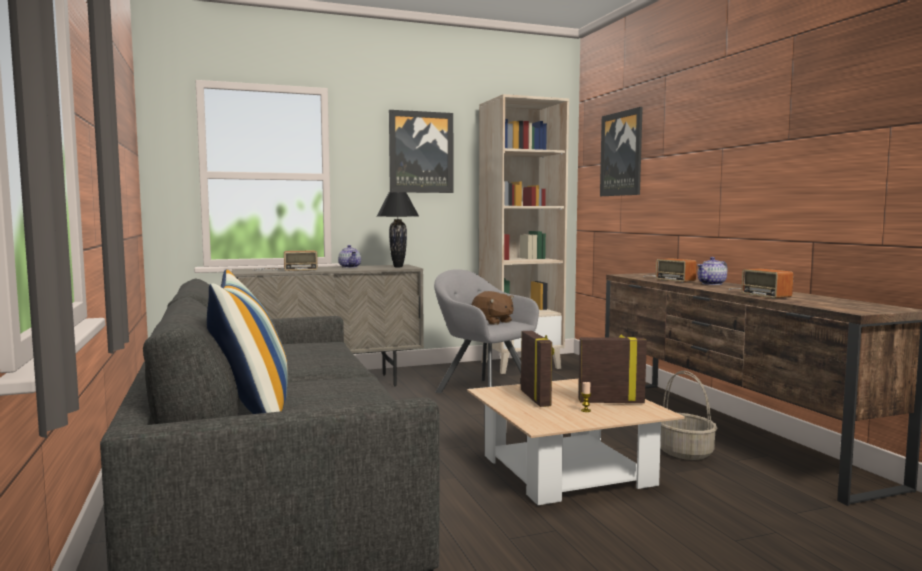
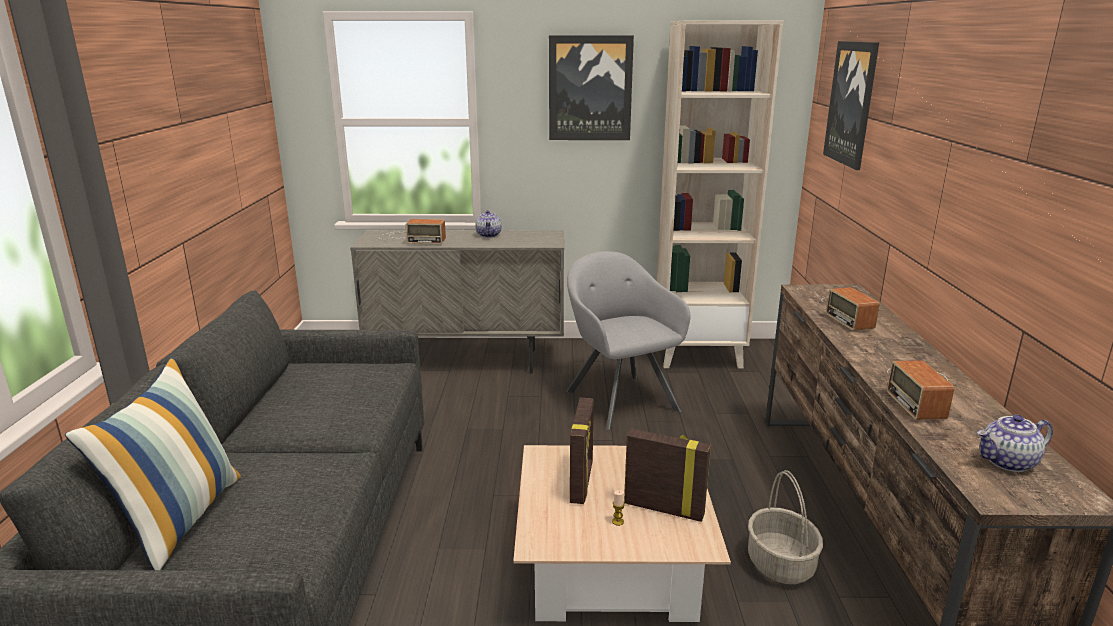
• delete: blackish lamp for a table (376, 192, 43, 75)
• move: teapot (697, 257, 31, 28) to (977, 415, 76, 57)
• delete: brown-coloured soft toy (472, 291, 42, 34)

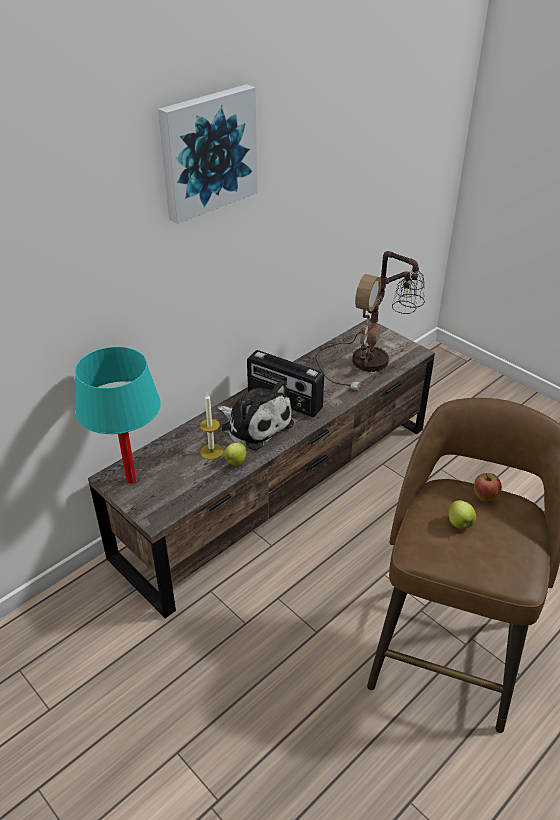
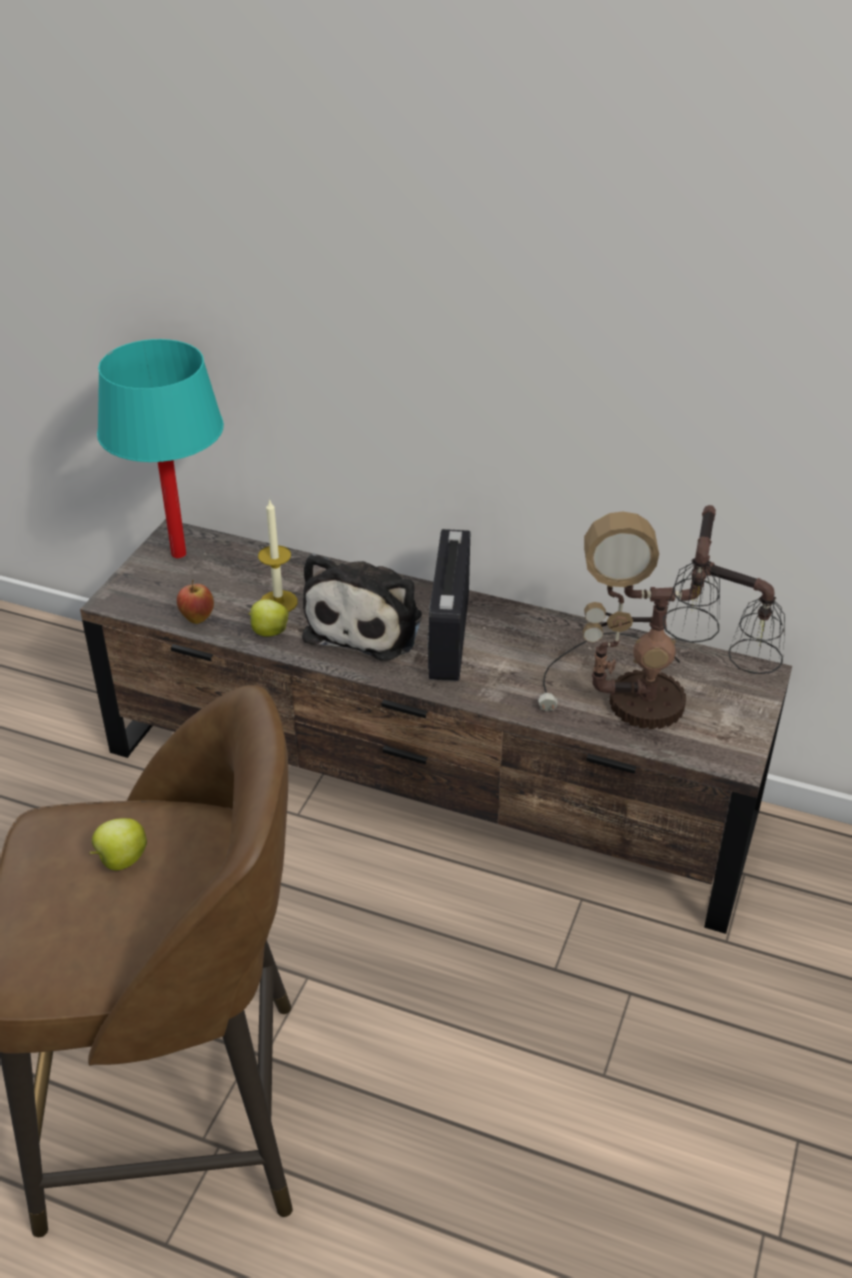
• delete: wall art (158, 84, 100, 140)
• move: whole apple (474, 473, 28, 28) to (177, 580, 37, 44)

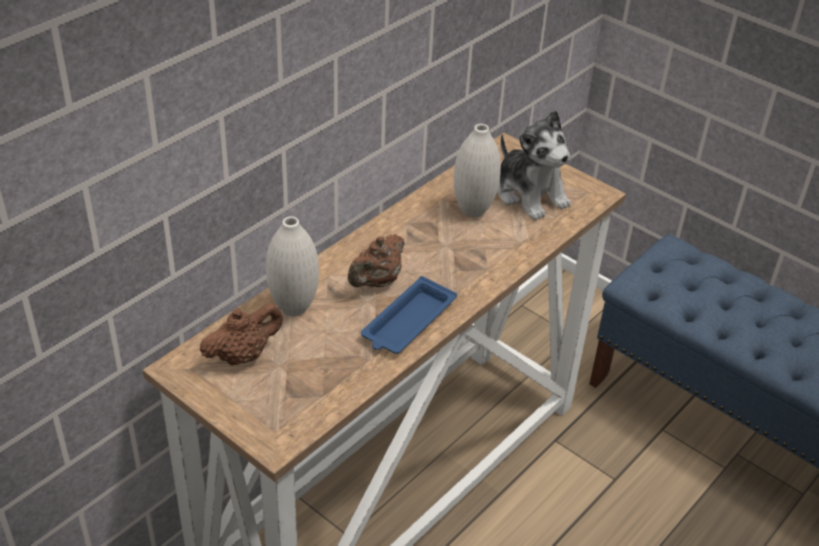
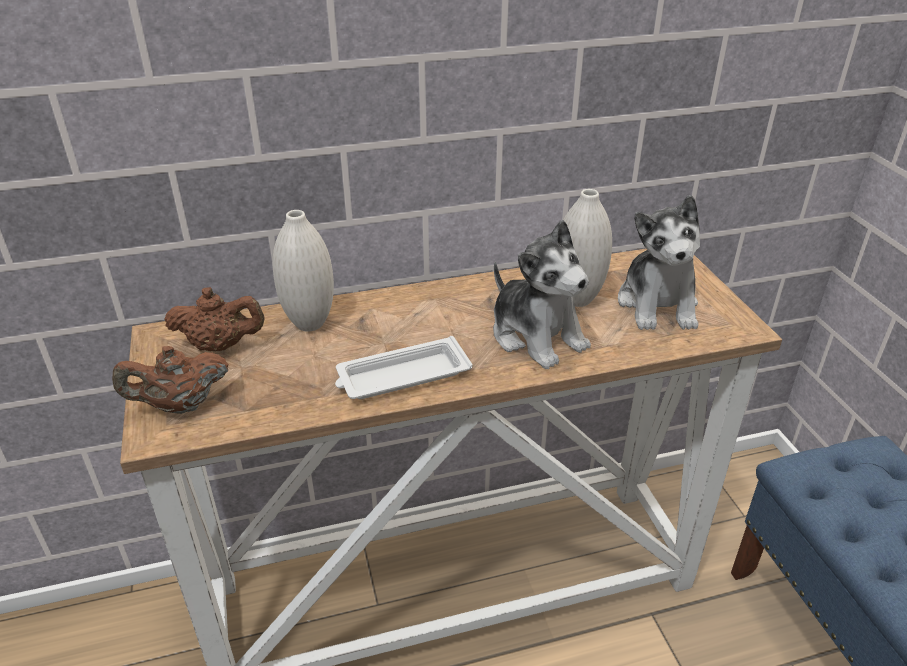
• move: brown-coloured teapot (348, 234, 57, 53) to (112, 346, 116, 68)
• recolor: blue tray (361, 276, 96, 78) to white-coloured tray (335, 336, 138, 63)
• insert: soft toy (493, 220, 98, 149)

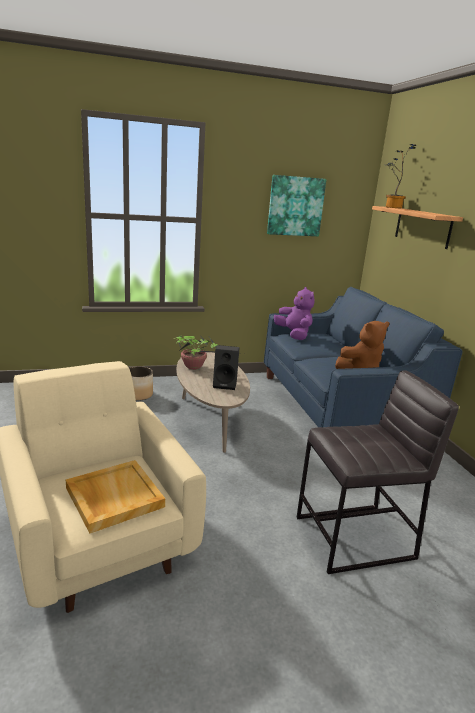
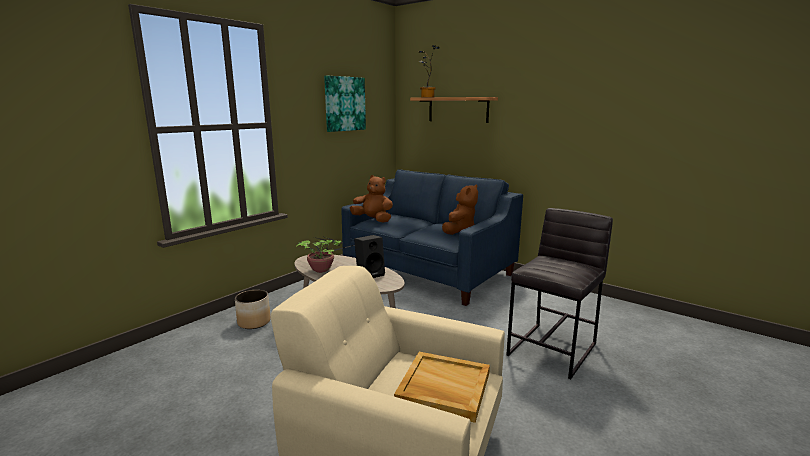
• recolor: purple-coloured soft toy (274, 287, 40, 53) to brown-coloured soft toy (350, 175, 43, 48)

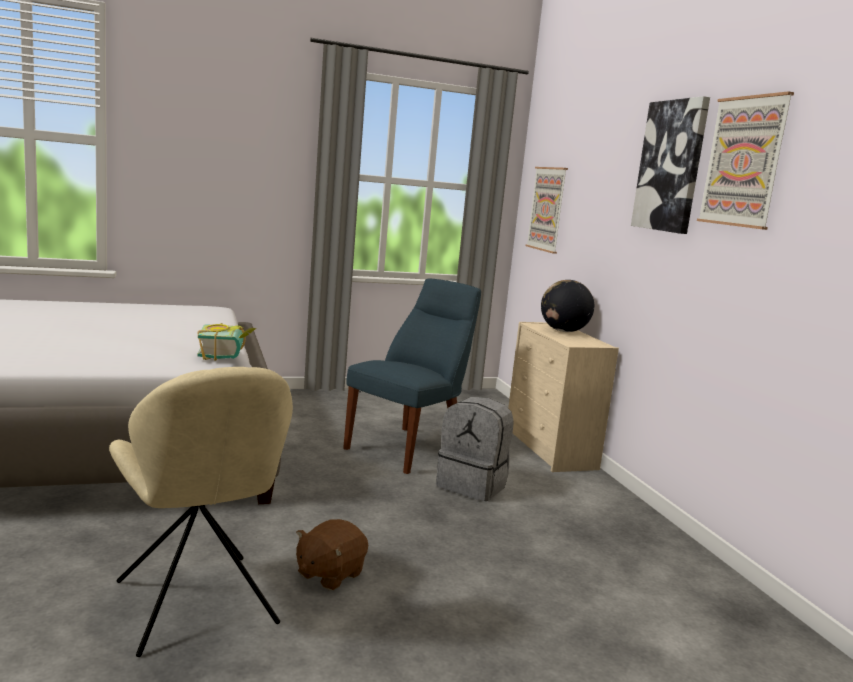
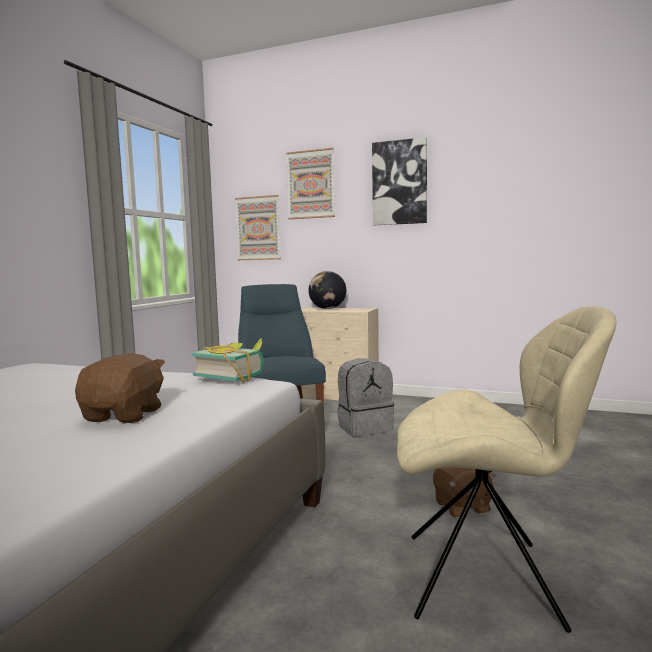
• move: wall art (697, 91, 97, 139) to (286, 148, 49, 71)
• insert: brown-coloured soft toy (75, 353, 90, 70)

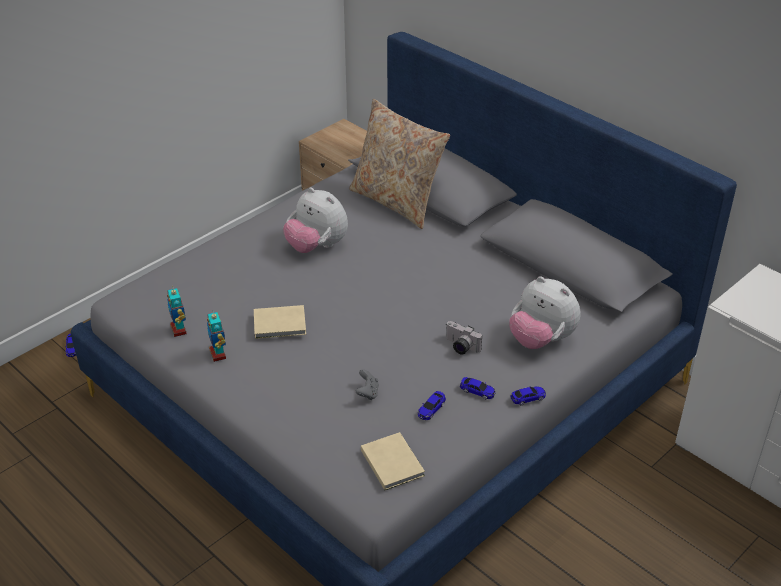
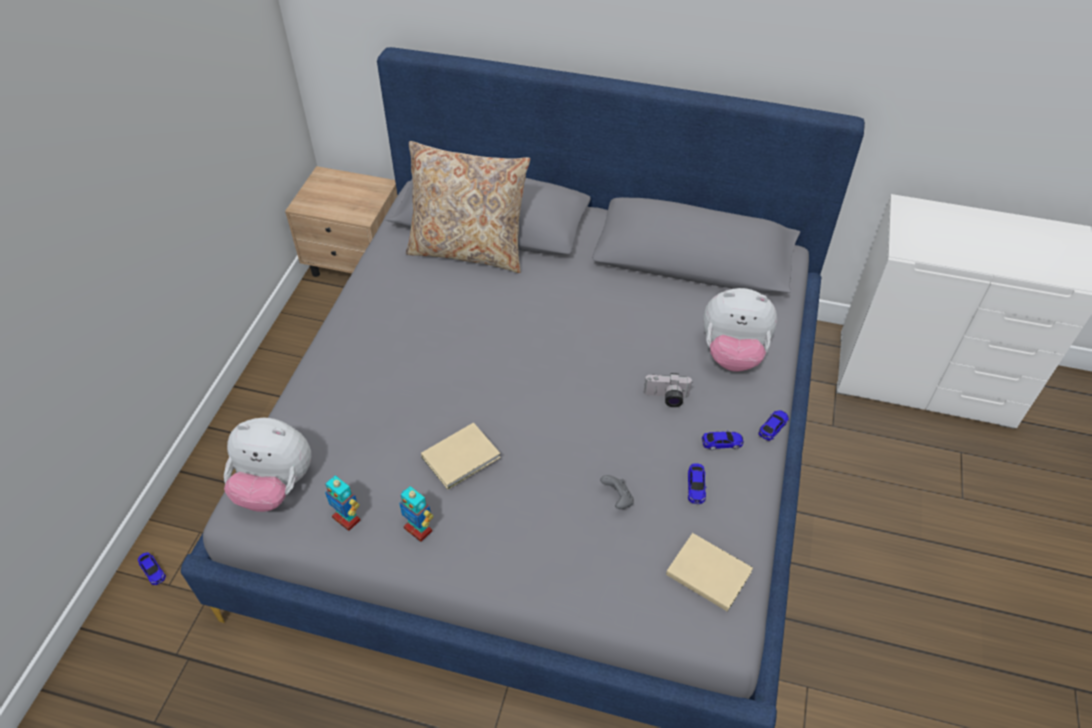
• move: soft toy (283, 187, 65, 66) to (224, 418, 87, 94)

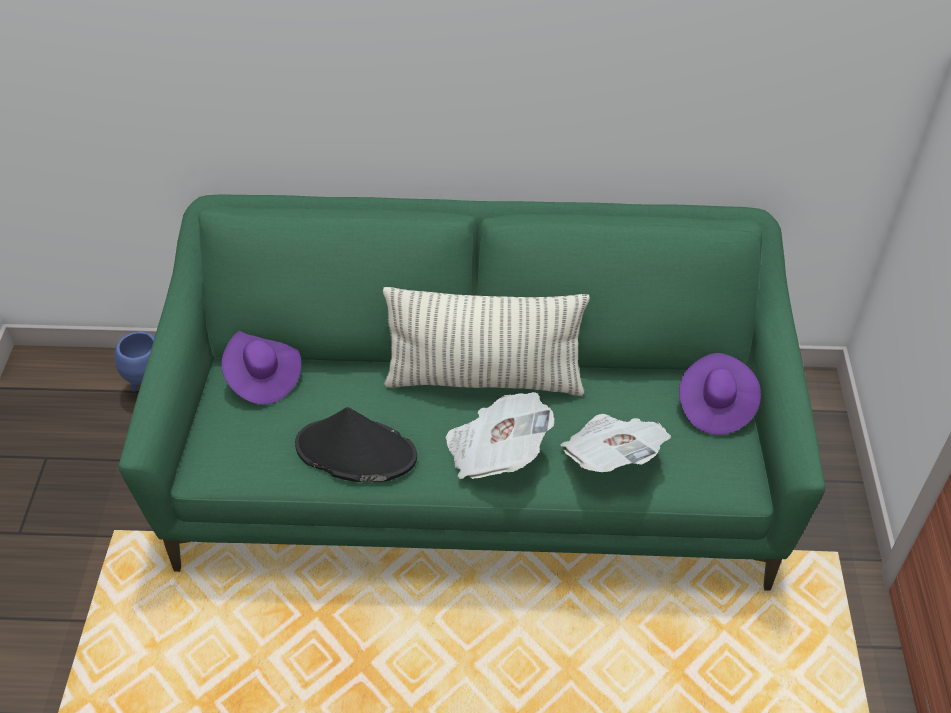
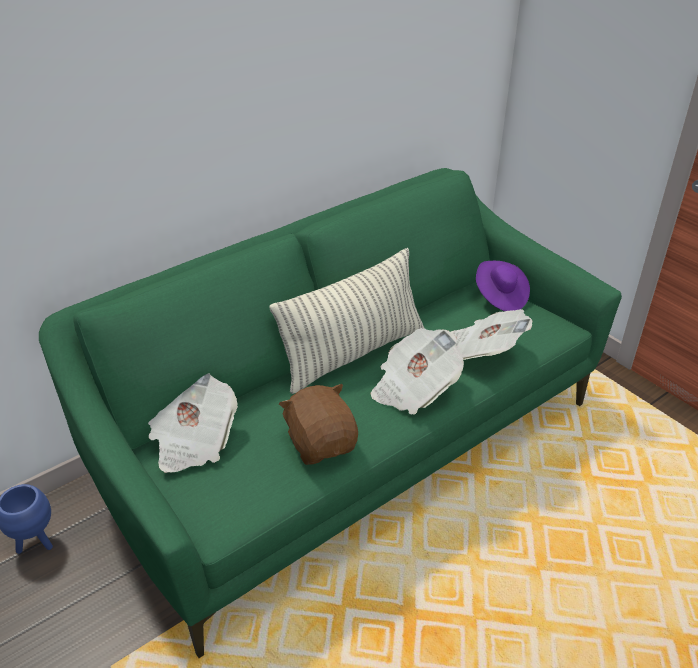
• replace: purple-coloured clothing hat (221, 331, 80, 74) to daily paper (148, 373, 90, 100)
• replace: blackish clothing hat (295, 407, 122, 75) to brown-coloured soft toy (279, 384, 79, 81)

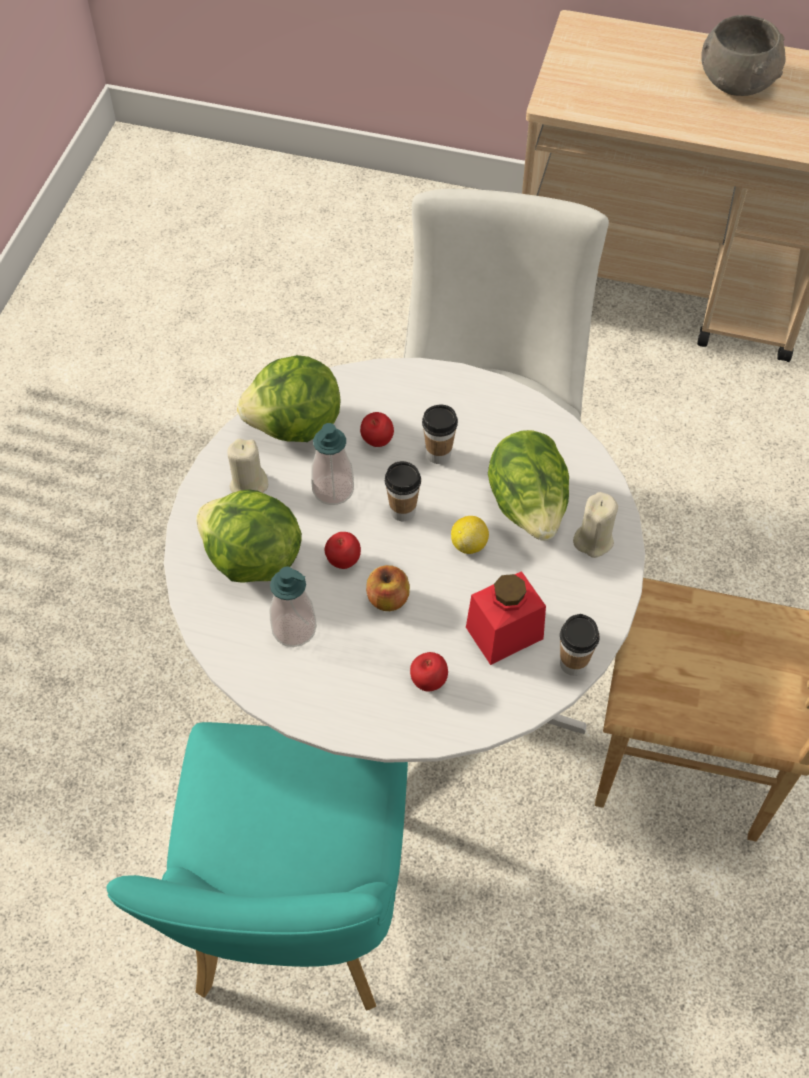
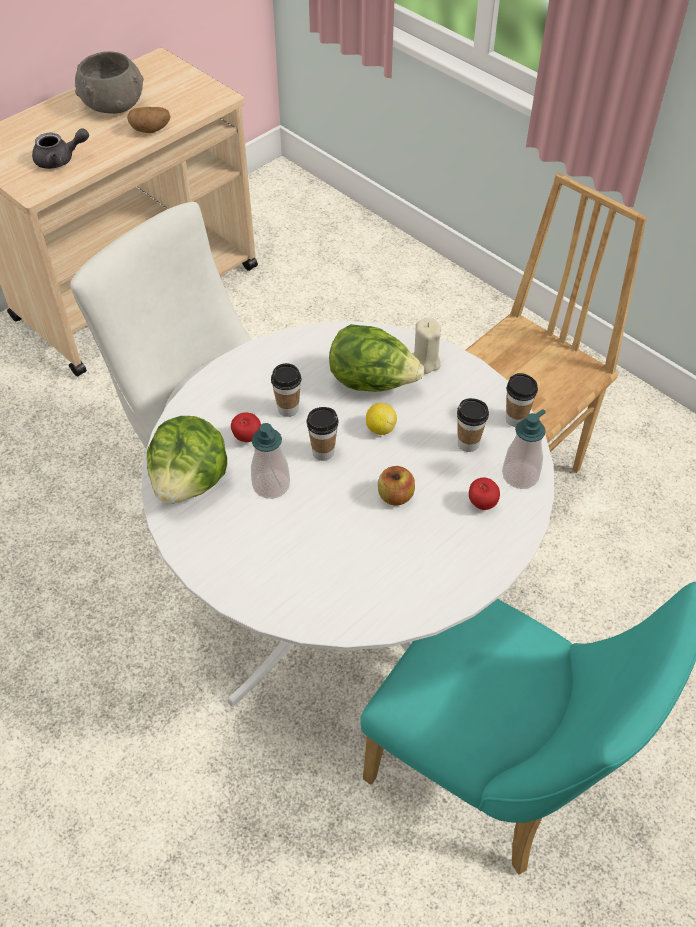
• delete: sand-coloured wax candle (227, 439, 41, 54)
• delete: head of lettuce (196, 489, 106, 94)
• delete: whole apple (325, 532, 36, 37)
• move: soap bottle (269, 566, 48, 81) to (502, 409, 44, 80)
• replace: reddish storage jar (466, 571, 80, 94) to small cup (457, 398, 32, 54)
• insert: potato (127, 107, 44, 26)
• insert: grey teapot (32, 128, 57, 41)

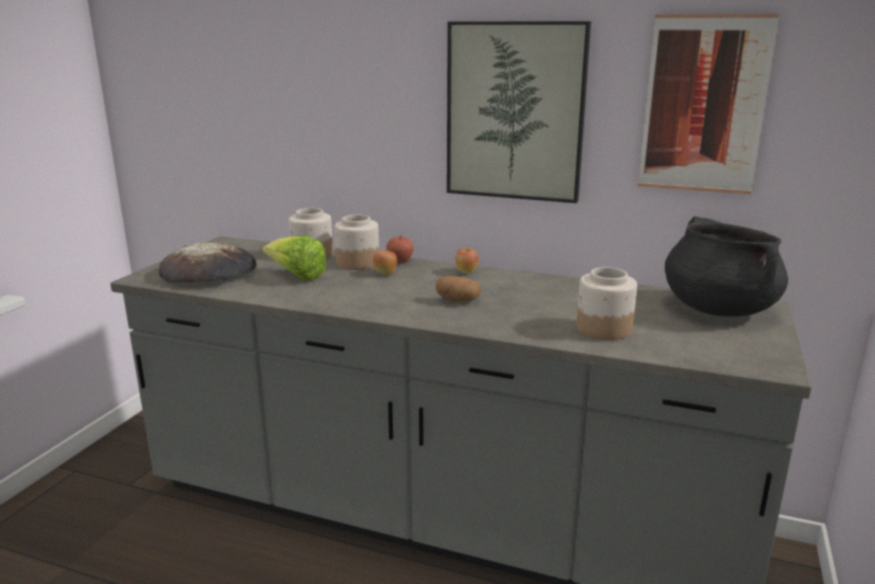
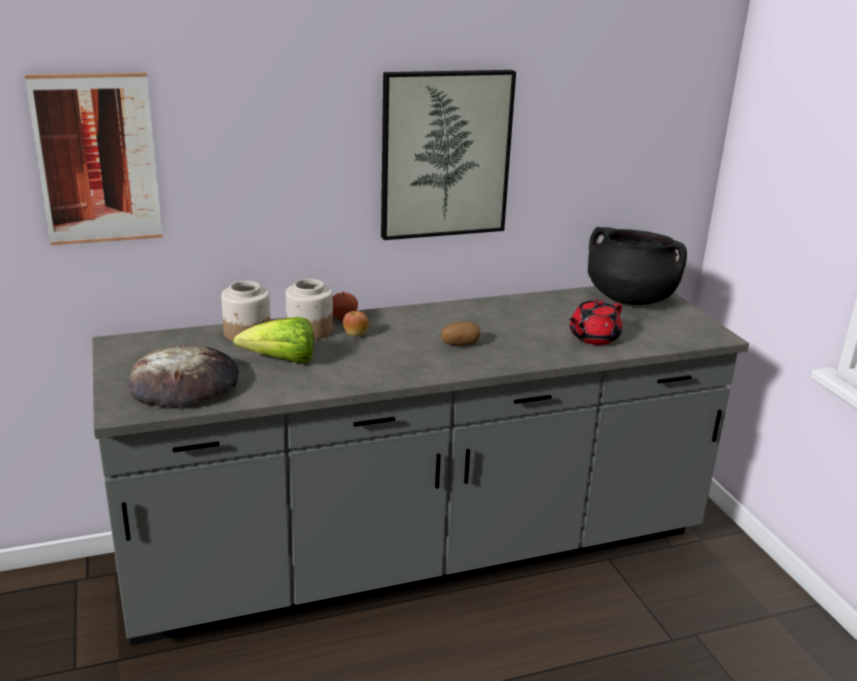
• move: wall art (638, 14, 141, 180) to (25, 73, 138, 172)
• delete: whole apple (455, 248, 24, 26)
• replace: storage jar (577, 267, 60, 73) to reddish teapot (569, 299, 53, 46)

